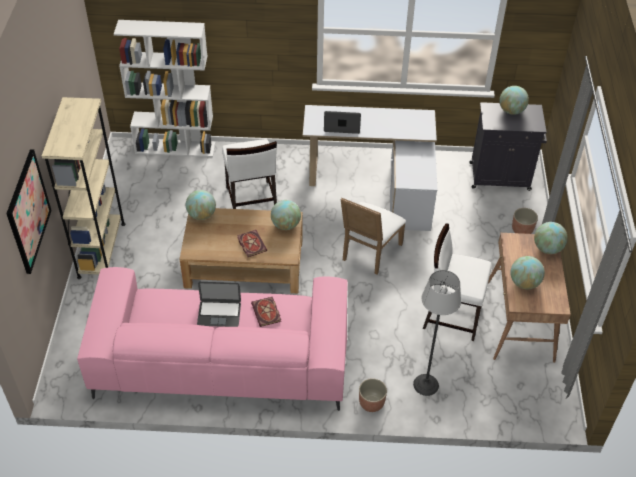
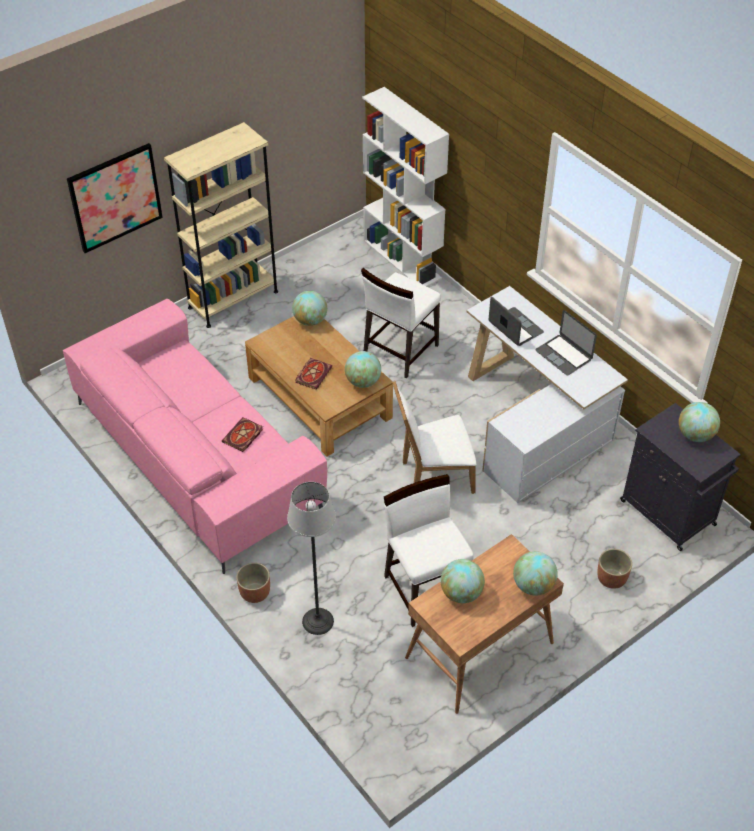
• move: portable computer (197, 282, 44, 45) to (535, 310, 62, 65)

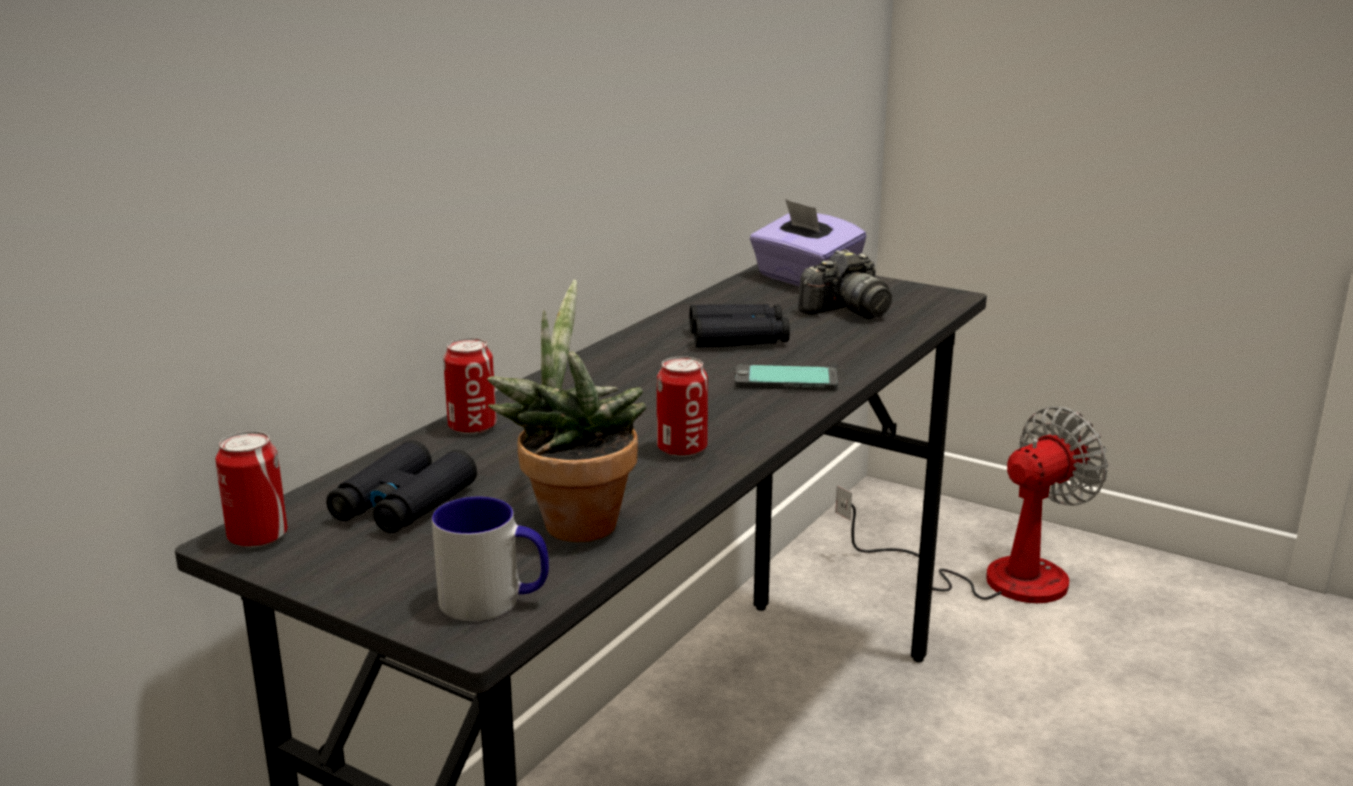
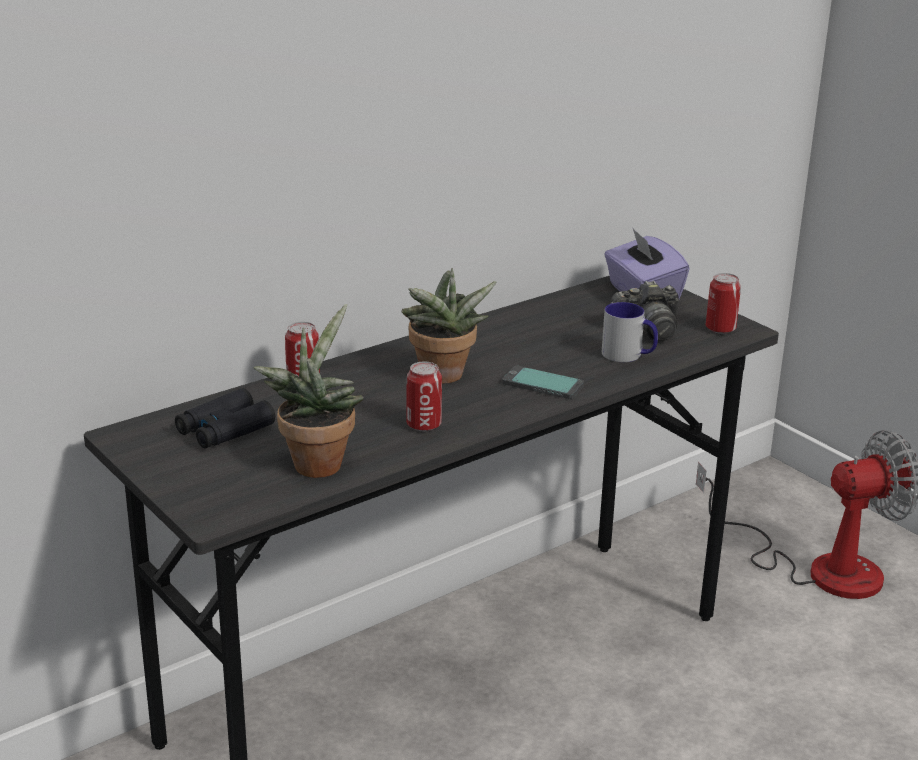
• delete: blackish field glasses (690, 304, 100, 44)
• move: sealed can (215, 431, 73, 117) to (706, 273, 35, 61)
• move: tea mug (432, 497, 117, 124) to (602, 302, 56, 60)
• insert: houseplant (401, 268, 96, 116)

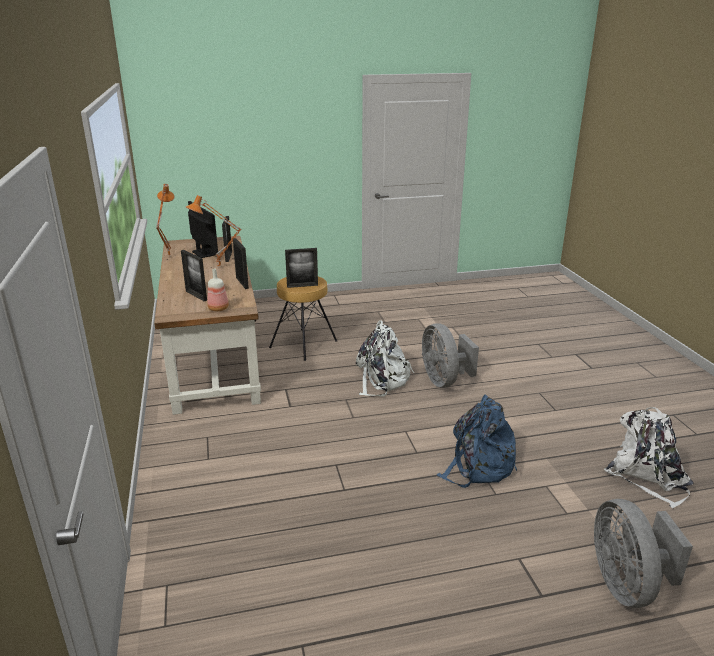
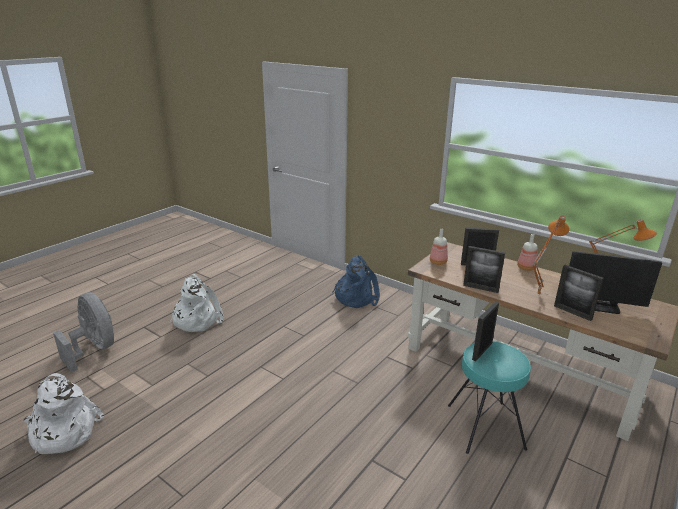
• recolor: brown-coloured stool seat (269, 277, 68, 84) to turquoise stool seat (448, 341, 83, 113)
• move: white-coloured rucksack (356, 320, 58, 77) to (170, 274, 54, 58)
• delete: grey fan (422, 323, 57, 65)
• move: blue rucksack (437, 394, 80, 94) to (332, 255, 48, 53)
• insert: beverage bottle (517, 234, 20, 37)

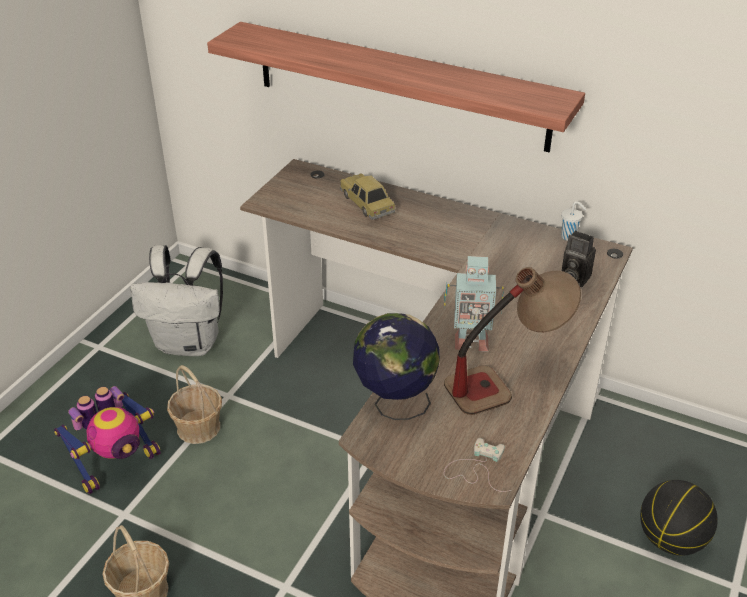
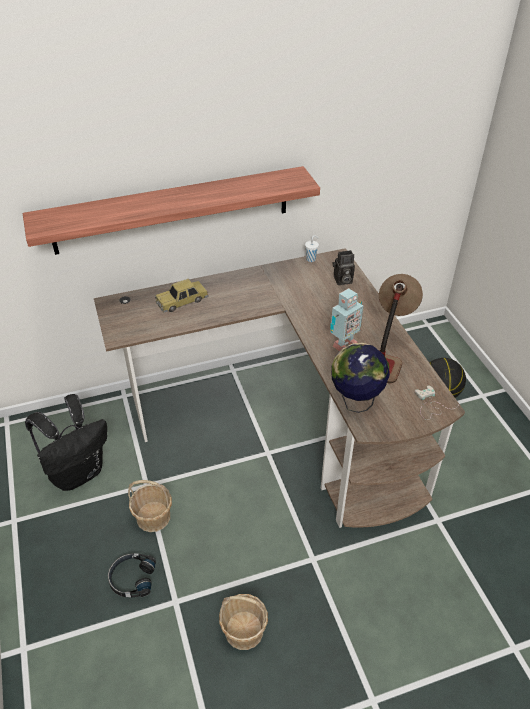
• rotate: miniature car (340, 173, 55, 47) = (155, 279, 53, 34) 45 degrees counterclockwise
• recolor: white-coloured rucksack (130, 245, 93, 111) to blackish rucksack (25, 394, 82, 97)
• replace: model robot (54, 386, 106, 108) to blackish headphones (108, 553, 48, 44)

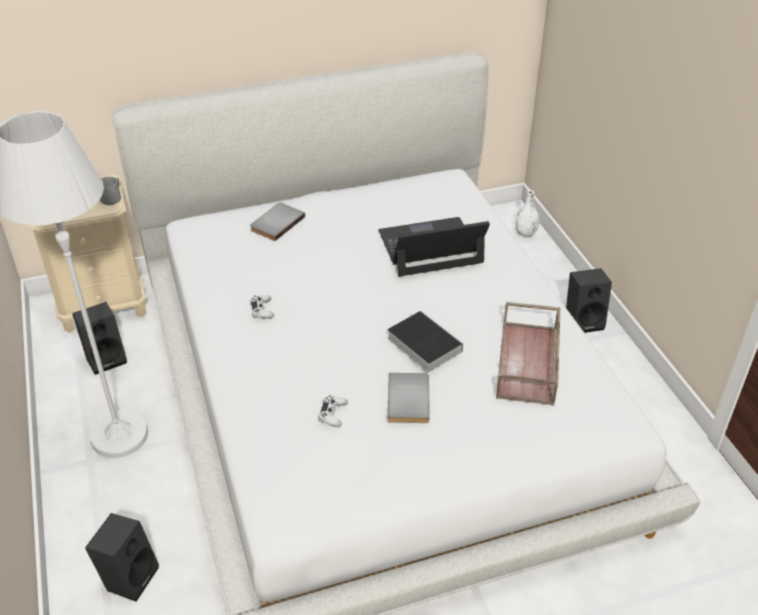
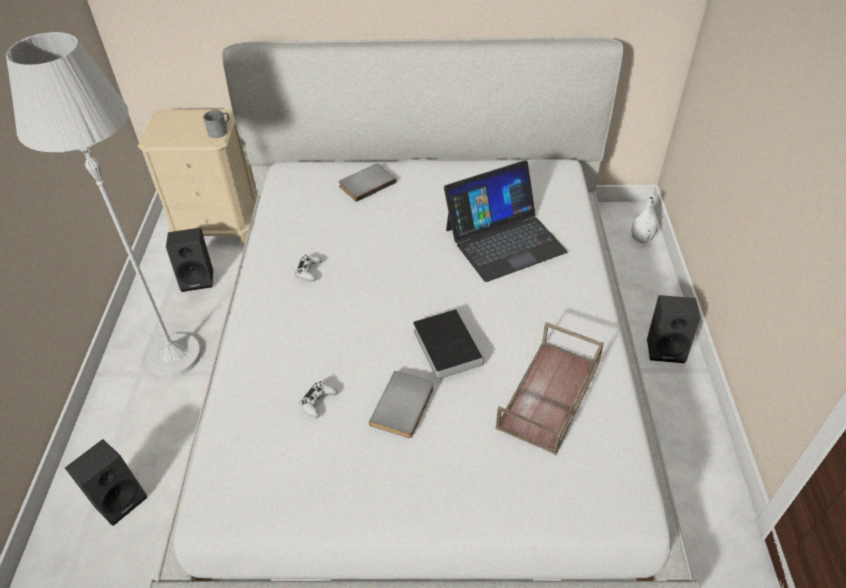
• rotate: portable computer (378, 217, 112, 59) = (444, 160, 124, 122) 150 degrees clockwise

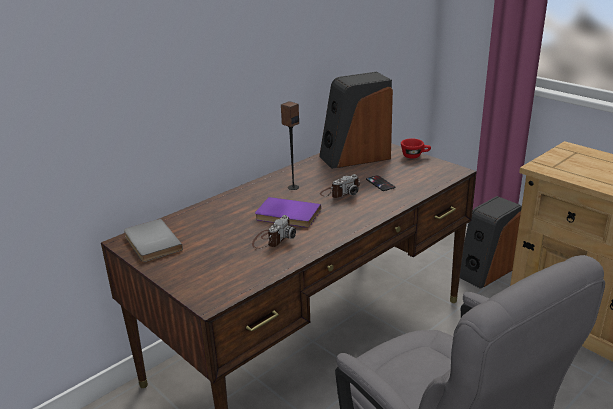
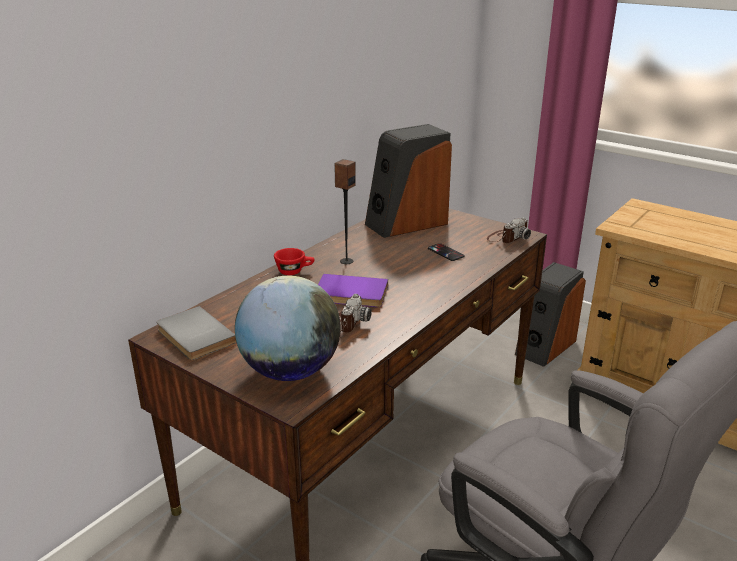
• move: reddish small cup (401, 139, 30, 20) to (274, 248, 40, 27)
• move: photo camera (320, 174, 40, 24) to (487, 217, 44, 26)
• insert: globe (235, 276, 106, 105)

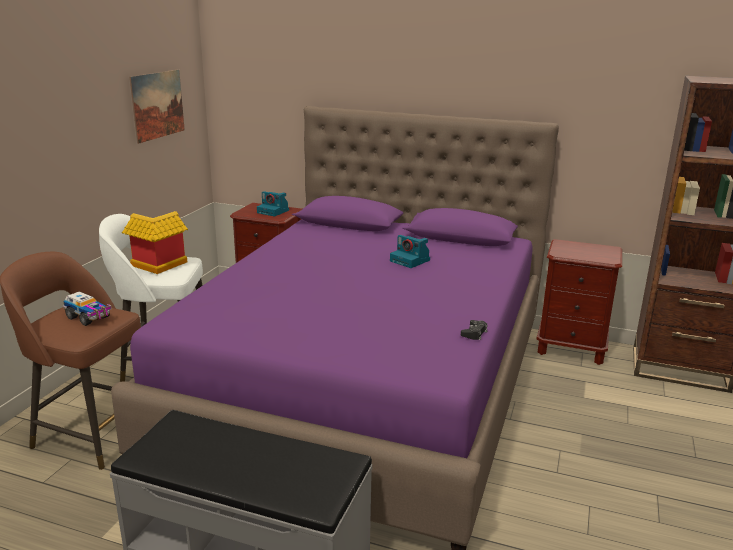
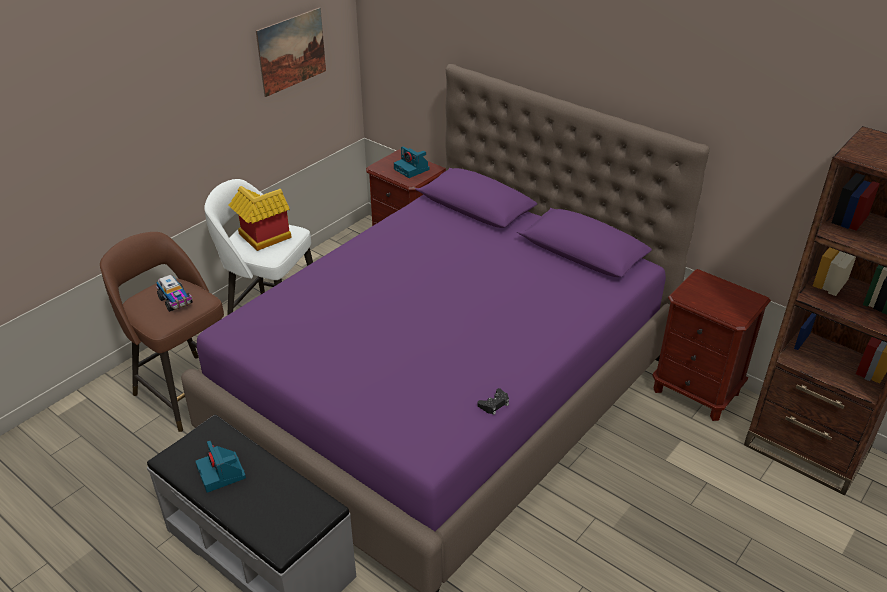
• move: photo camera (390, 235, 40, 33) to (195, 441, 51, 52)

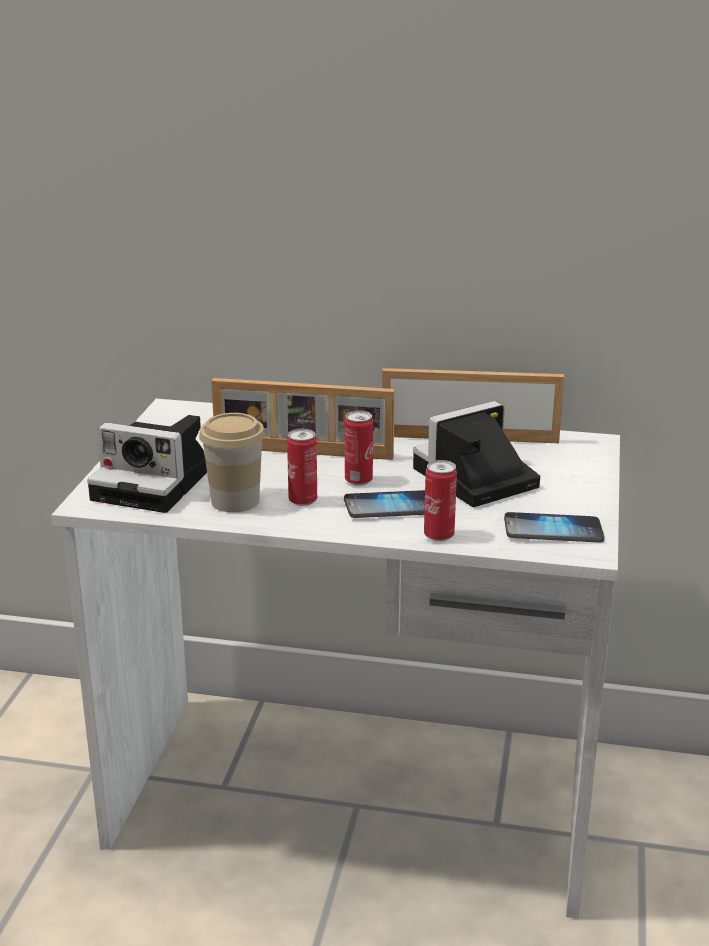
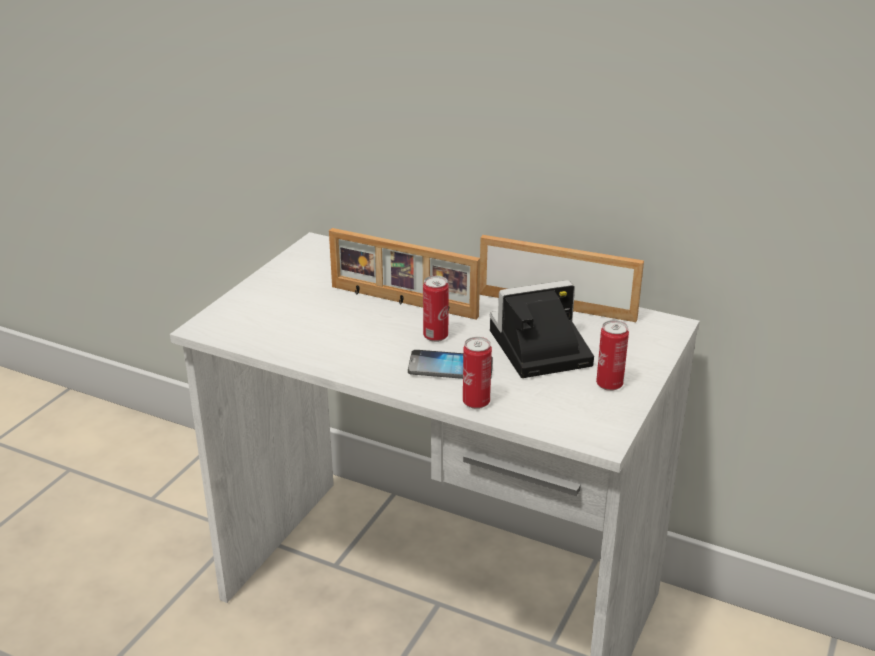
• delete: small cup (199, 413, 66, 99)
• delete: photo camera (87, 415, 120, 98)
• move: sealed can (287, 429, 30, 77) to (596, 320, 33, 71)
• delete: handset (504, 512, 100, 30)

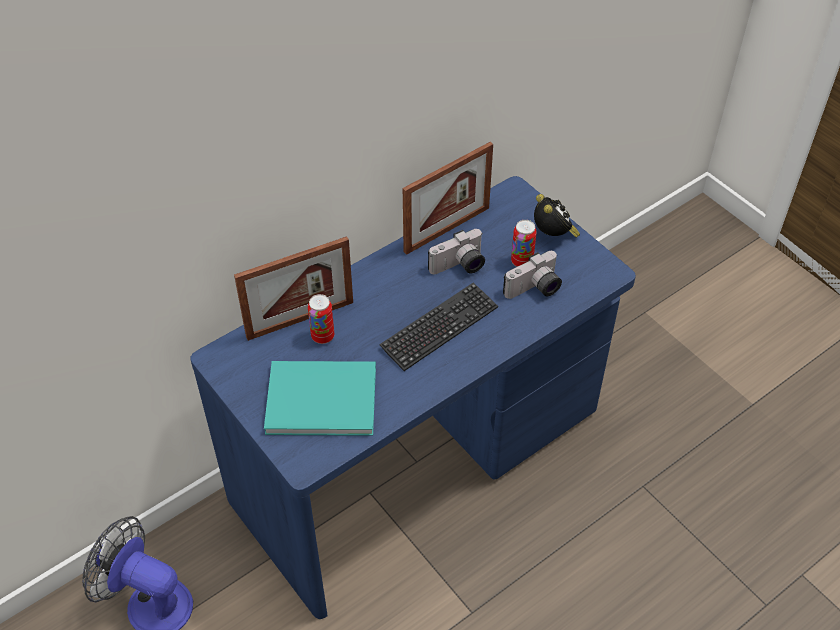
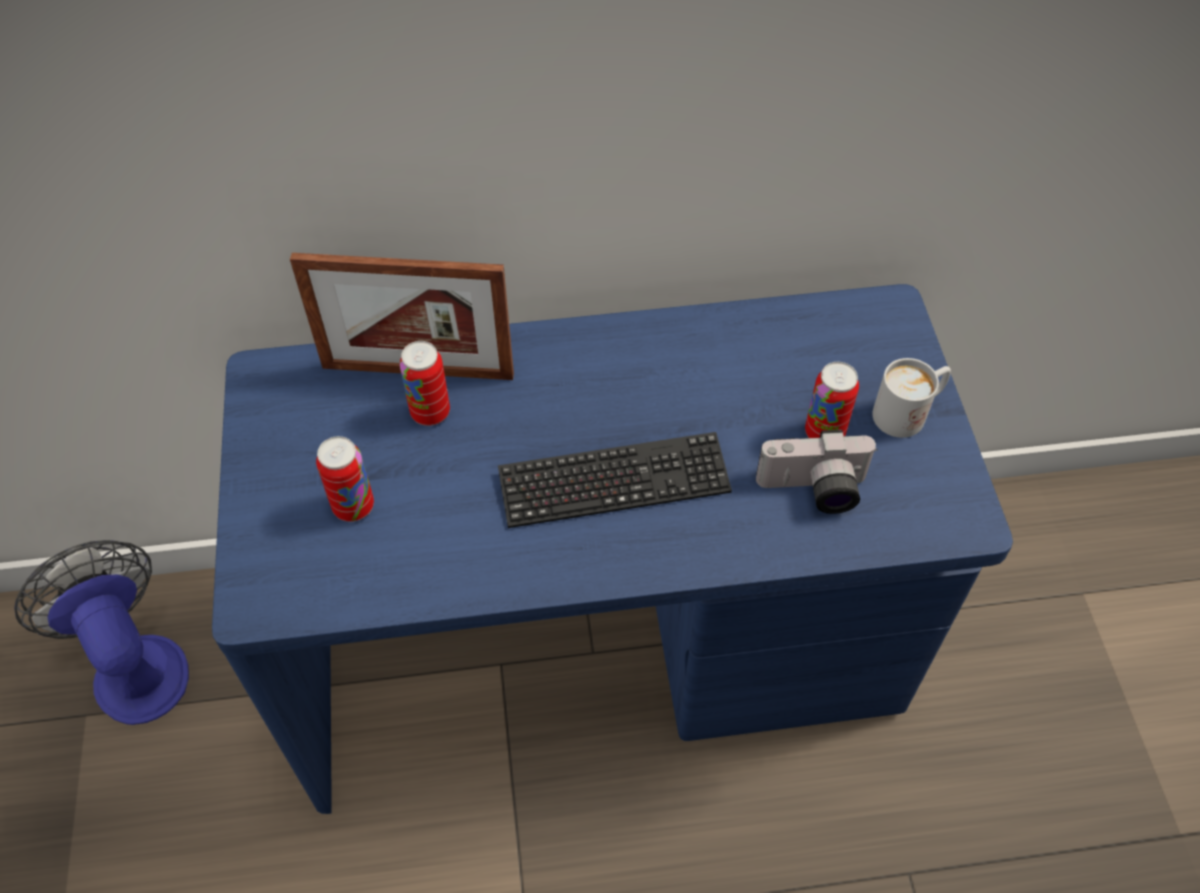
• delete: photo frame (403, 142, 90, 113)
• replace: bedside clock (534, 194, 46, 44) to white-coloured tea mug (872, 358, 79, 80)
• delete: photo camera (428, 229, 57, 45)
• replace: turquoise volume (264, 361, 112, 75) to sealed can (316, 436, 58, 86)

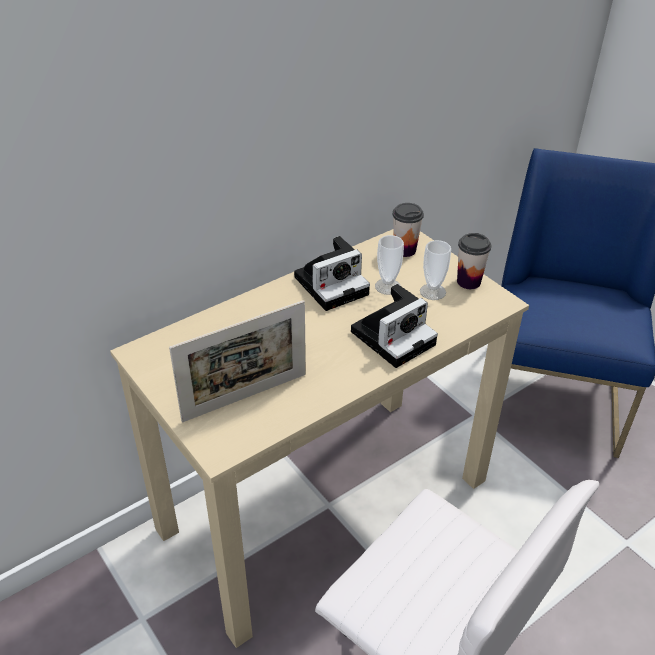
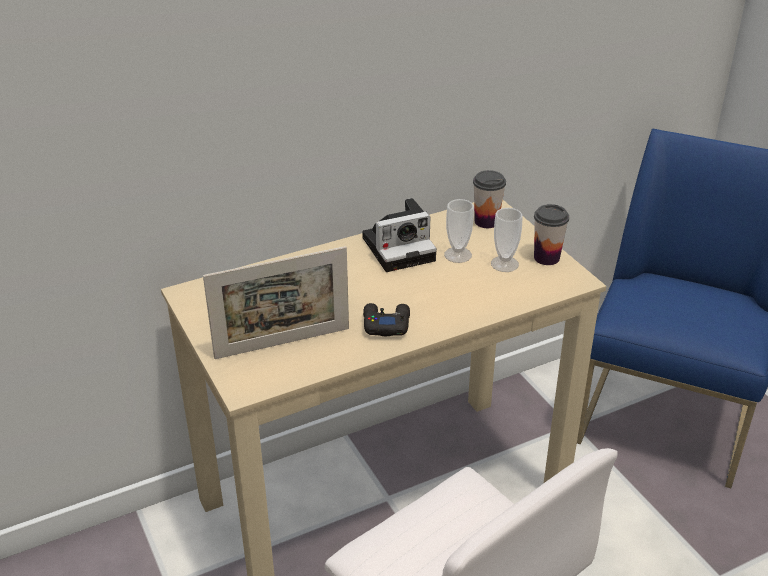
• delete: photo camera (351, 284, 87, 84)
• insert: blackish joypad (363, 303, 47, 33)

